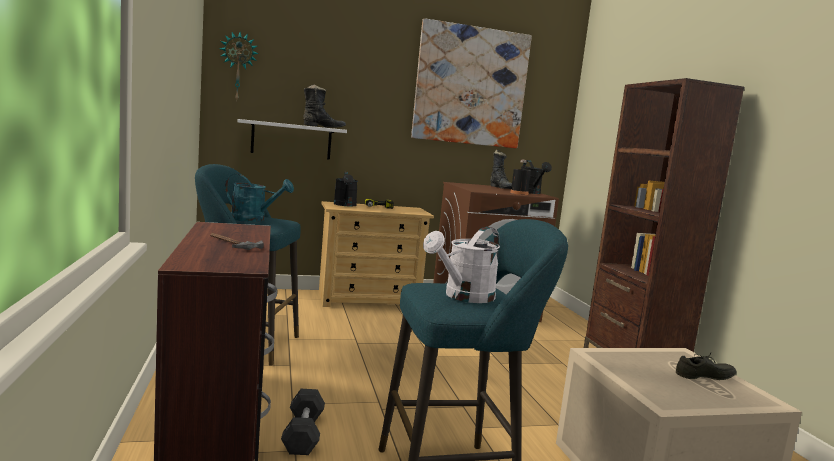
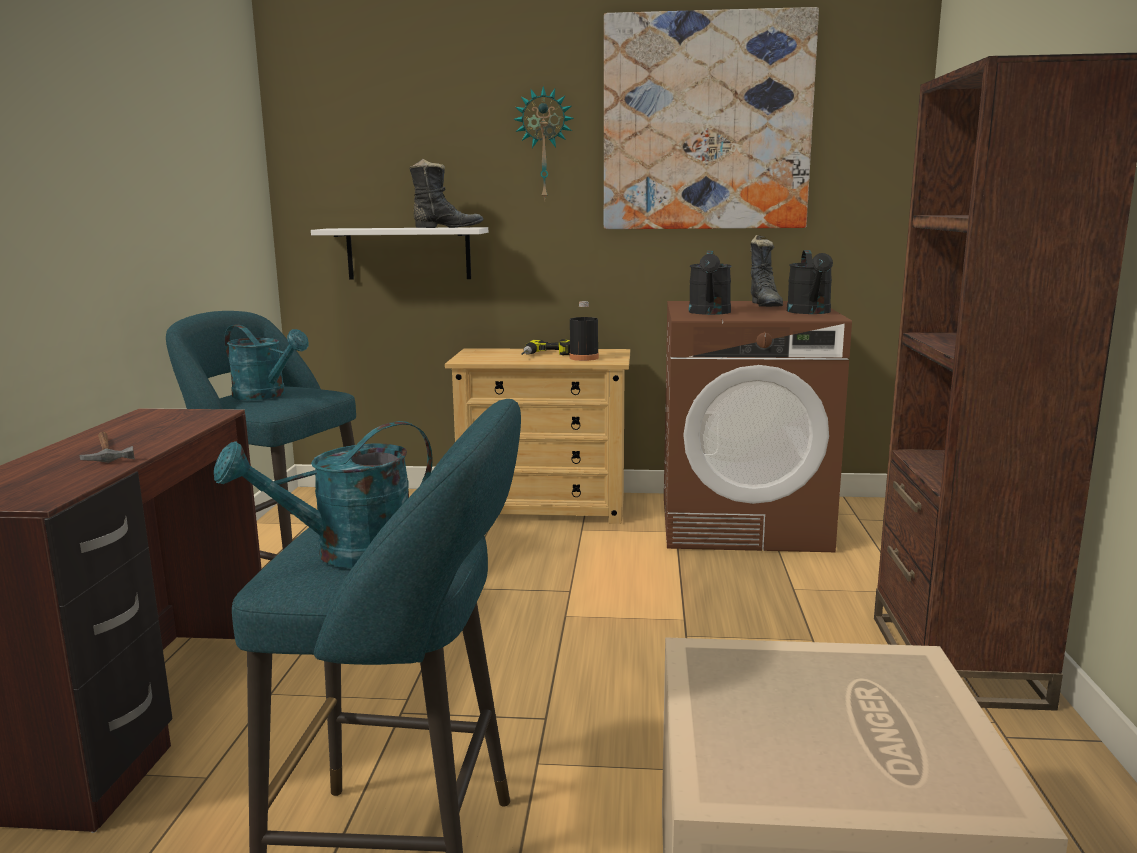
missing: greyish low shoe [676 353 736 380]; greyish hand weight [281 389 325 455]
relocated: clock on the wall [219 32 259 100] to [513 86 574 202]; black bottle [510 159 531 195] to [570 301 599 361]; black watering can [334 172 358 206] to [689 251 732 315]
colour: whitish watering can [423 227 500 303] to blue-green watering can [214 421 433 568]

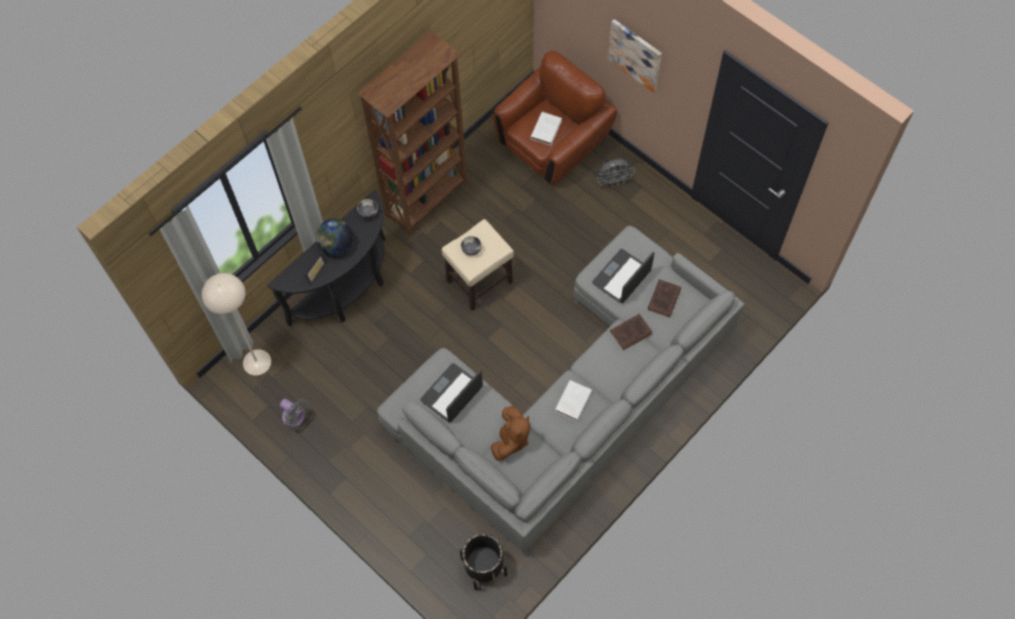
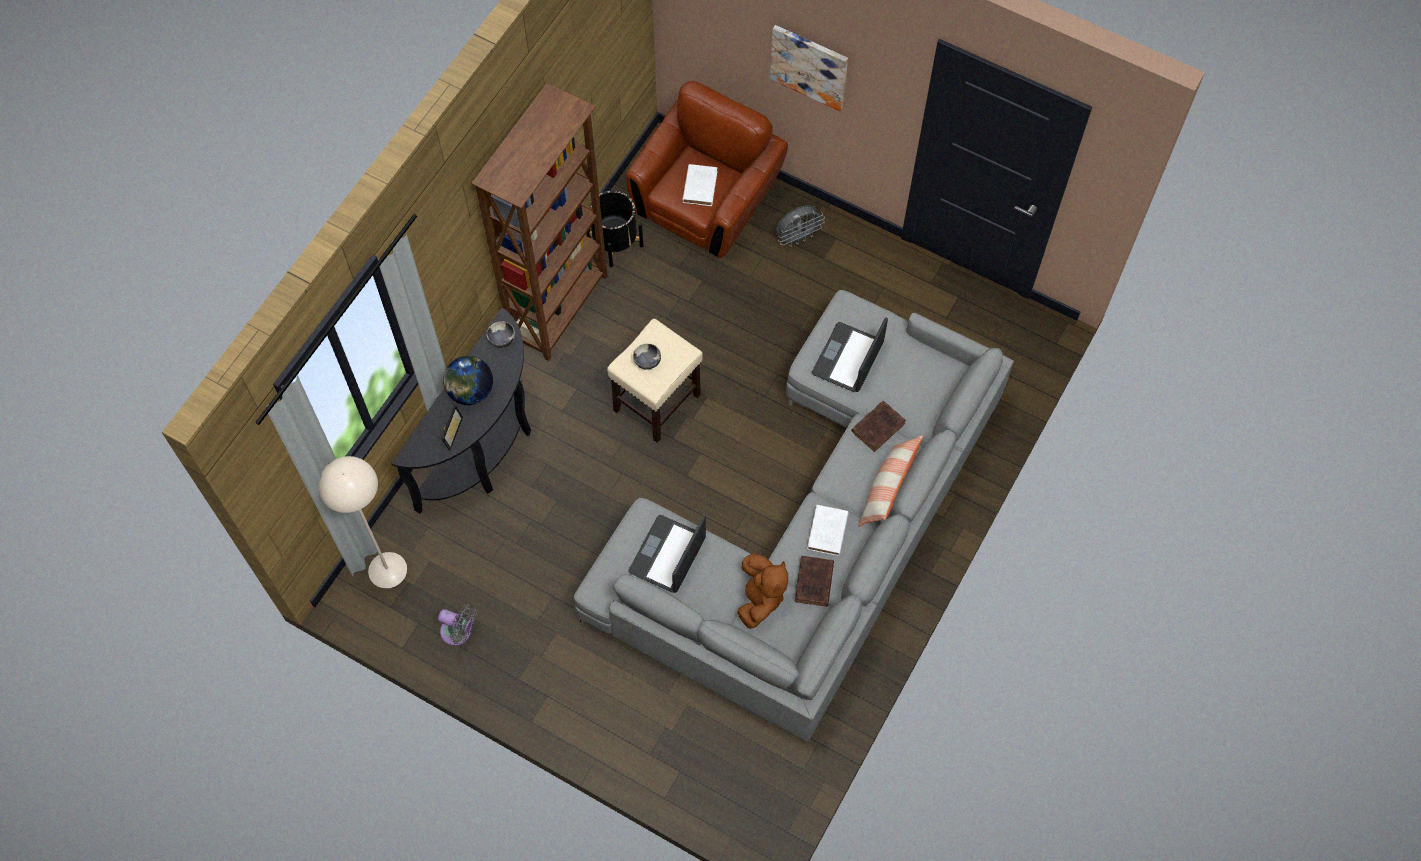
appeared: pillow [858 435 923 527]
relocated: brown-coloured book [647 279 681 317] to [795 556 834 607]; black flower pot [460 534 507 590] to [586 191 643 267]

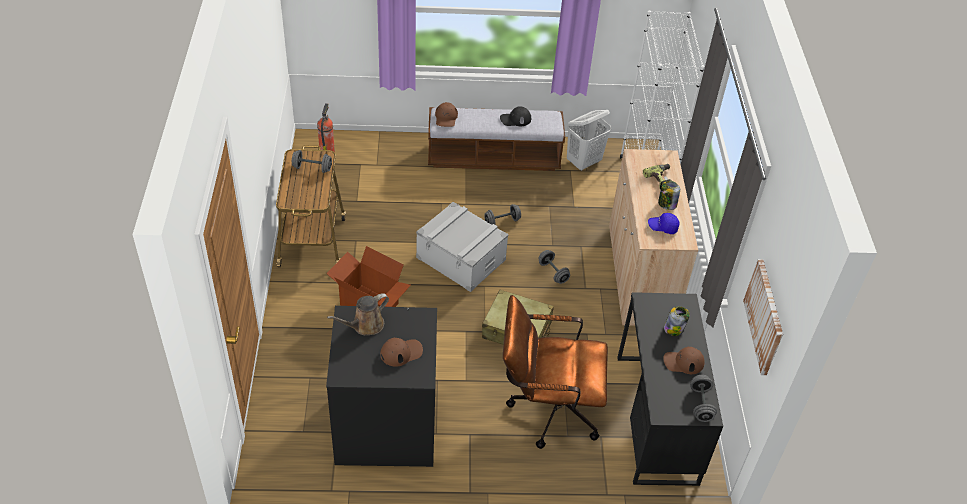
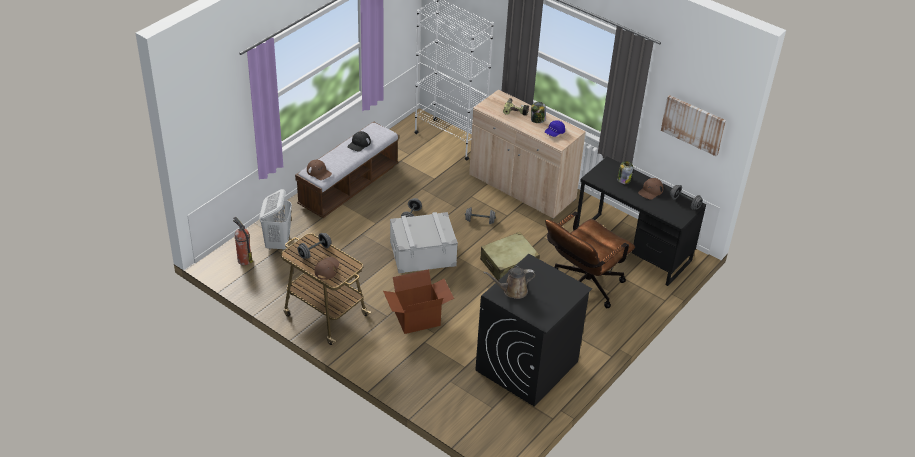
relocated: whitish laundry basket [567 110 611 171] to [259 189 292 250]; brown-coloured cap [380 338 423 367] to [314 257 339 280]
spun: brown-coloured watering can [327 293 389 335] = [483 267 535 299] 75 degrees clockwise

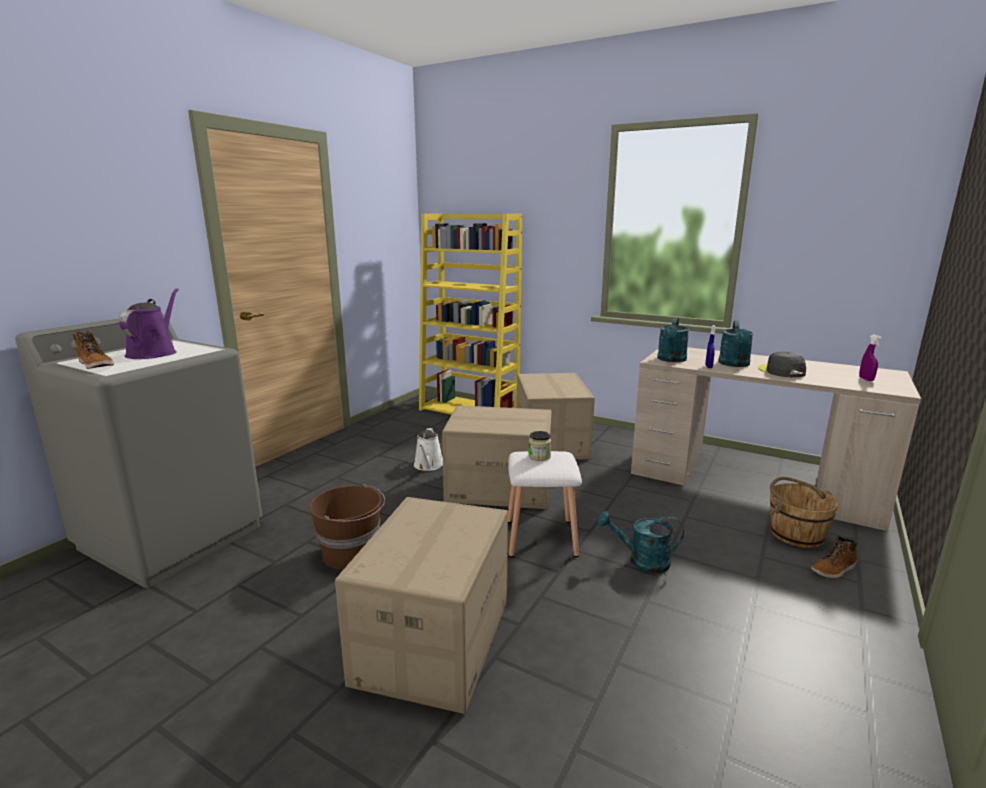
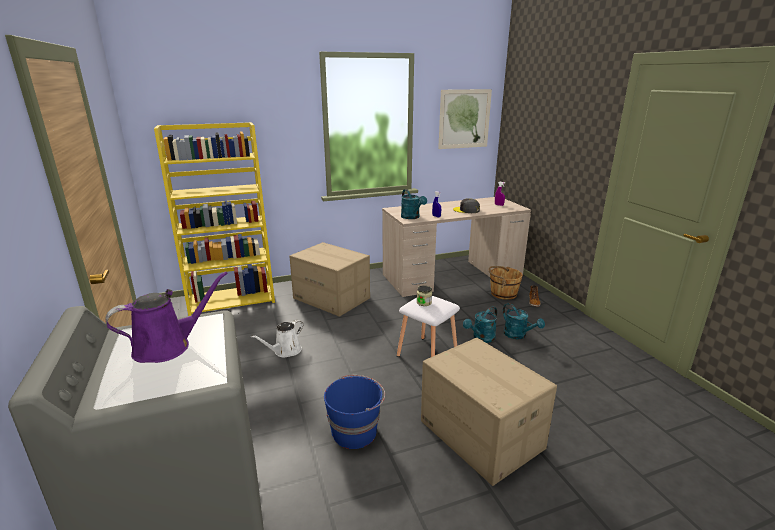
missing: tall boot [73 330 114 369]; packing box [442 405 552 509]
appeared: wall picture [438 89 492 149]
relocated: blue-green watering can [718 320 753 367] to [503 303 545 339]
colour: brown-coloured pail [309 484 385 569] to blue pail [324 375 385 449]
spun: purple-coloured watering can [119 288 179 359] = [105 272 228 363] 105 degrees clockwise; whitish watering can [414 428 443 471] = [251 320 303 358] 90 degrees clockwise

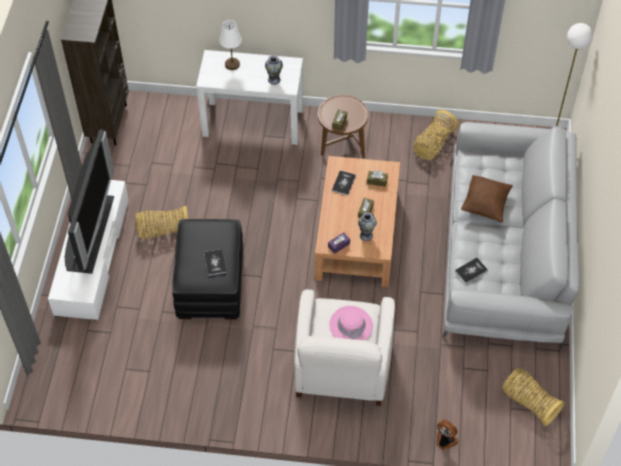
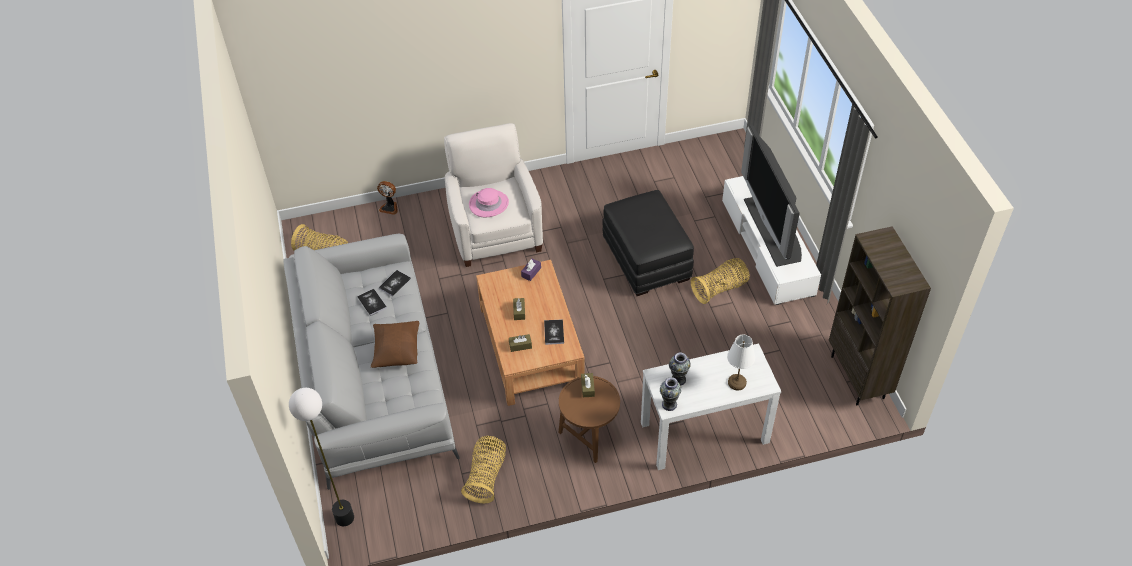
relocated: flower vase [358 212 377 241] to [660 377 681 411]; book [204 249 226 276] to [357 289 387 316]

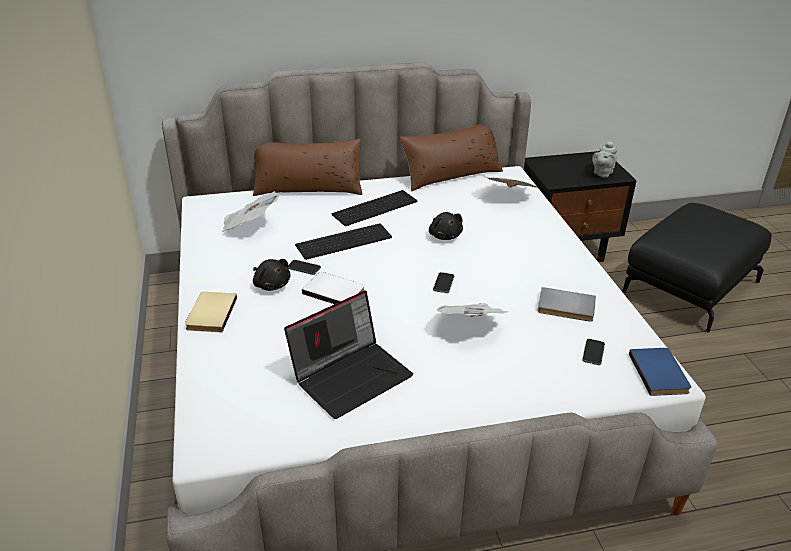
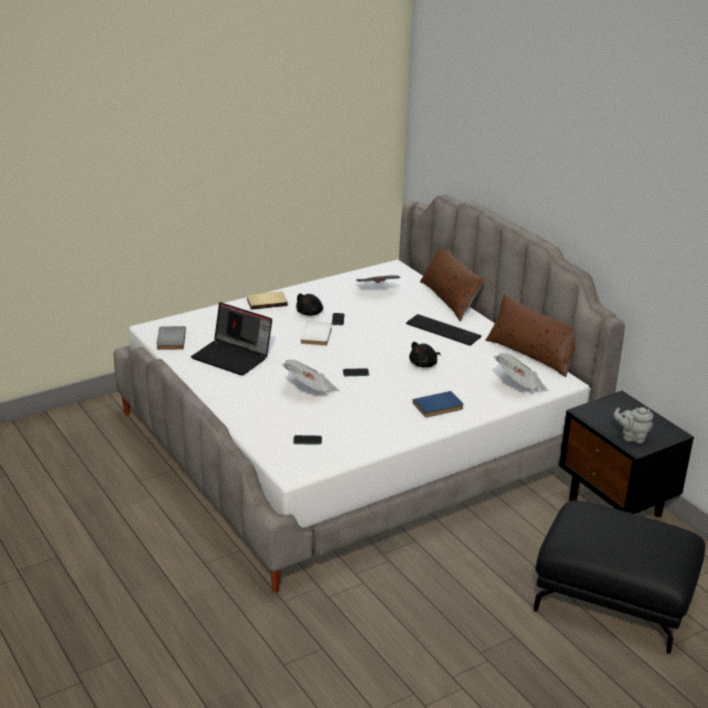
missing: computer keyboard [295 223 392 260]
relocated: greyish book [538 287 596 322] to [157 326 186 350]; blue book [629 348 691 396] to [413 391 464 417]

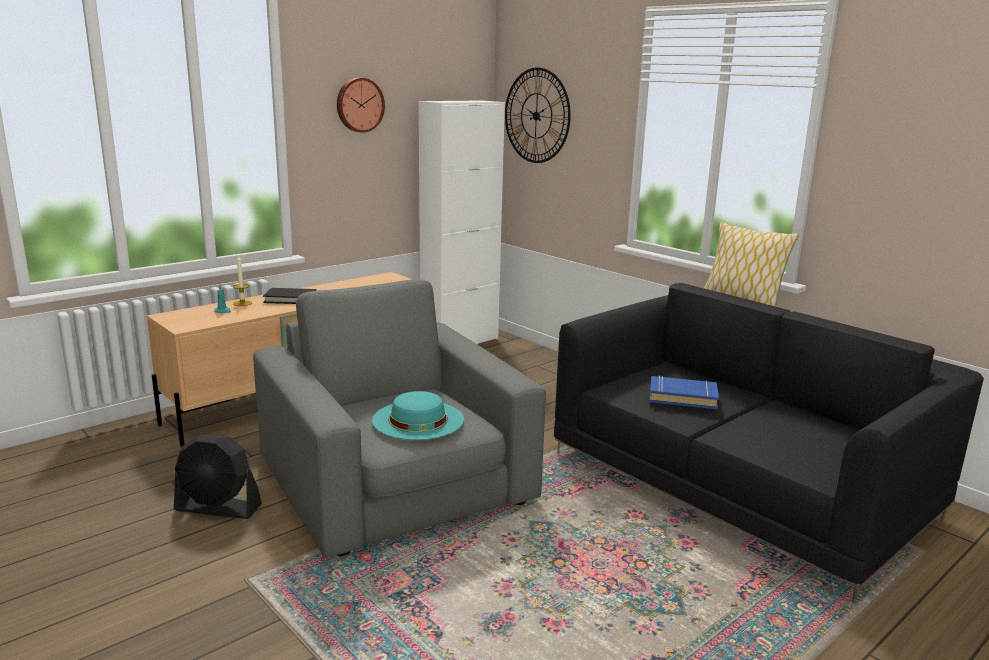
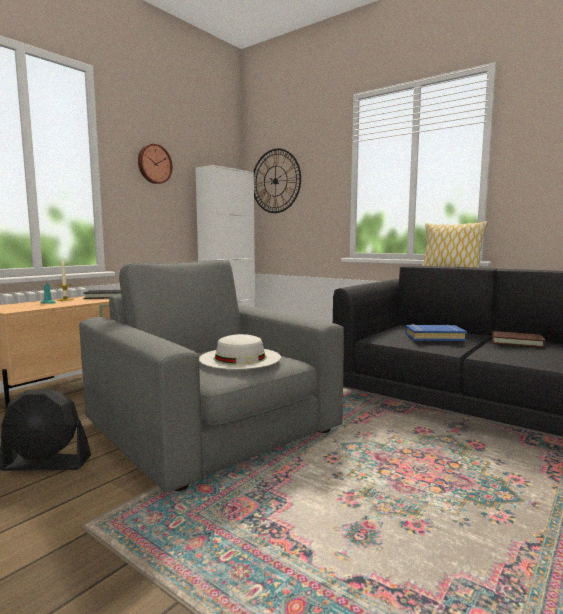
appeared: brown-coloured book [492 331 546 348]
colour: blue-green clothing hat [372 391 464 440] to whitish clothing hat [199 334 281 369]

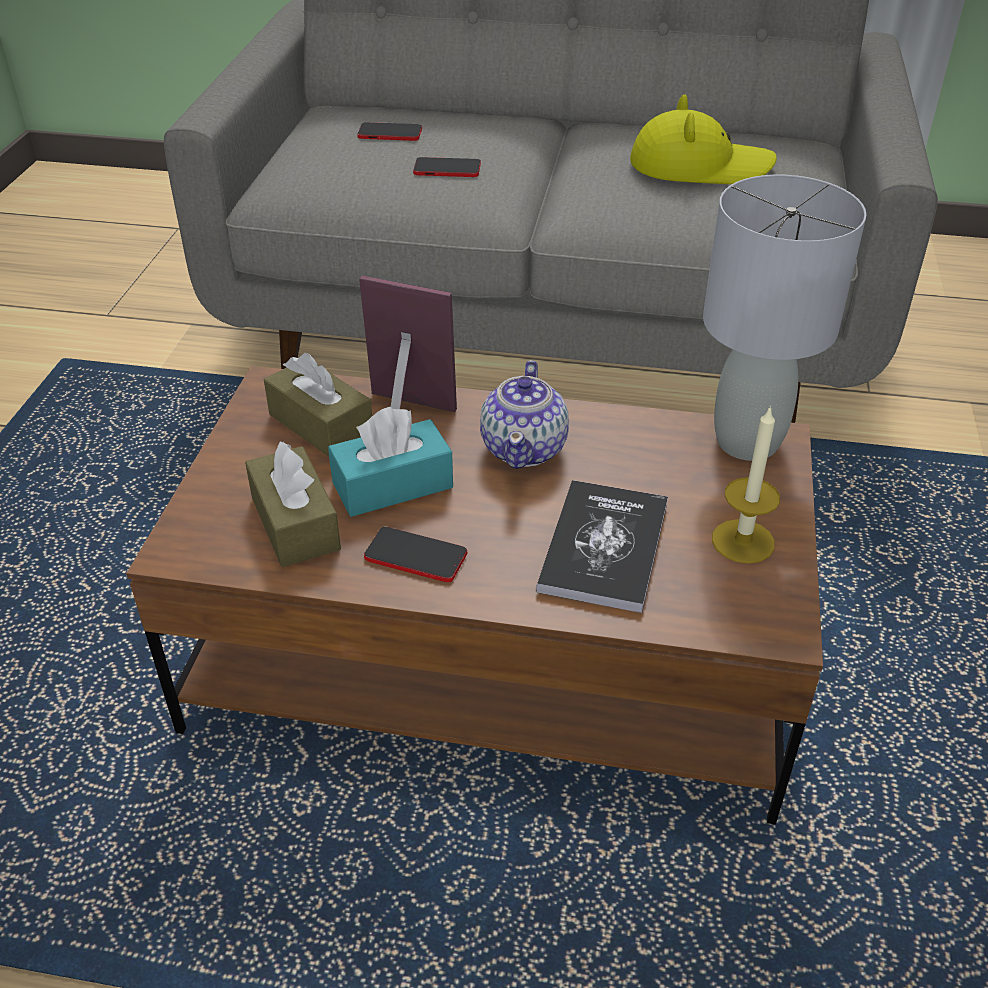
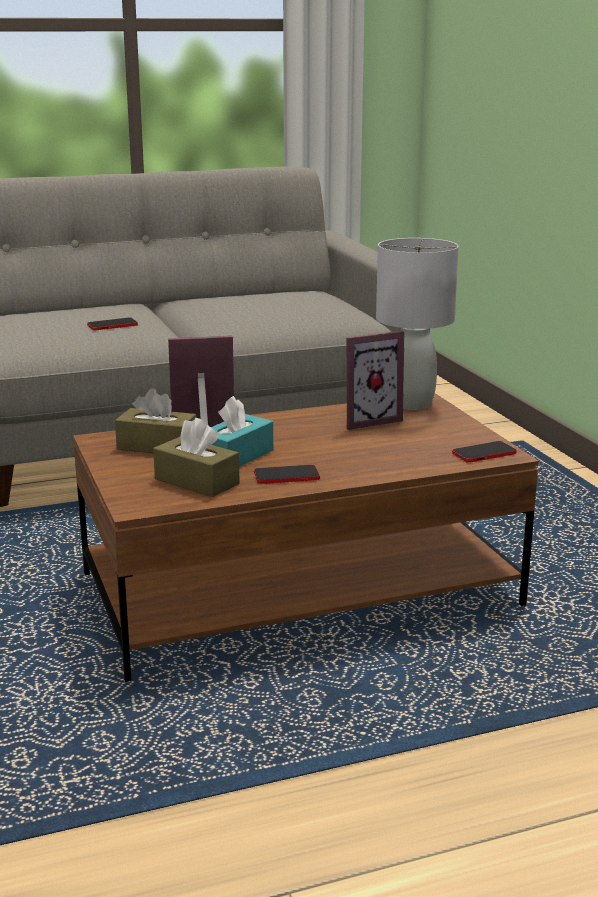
missing: yellow clothing hat [630 94 777 184]; tea pot [480 360 569 469]; wax light [712 405 780 564]; book [536 480 668 613]
appeared: picture frame [347 331 404 430]
relocated: phone [357 122 422 141] to [452 441 517 463]

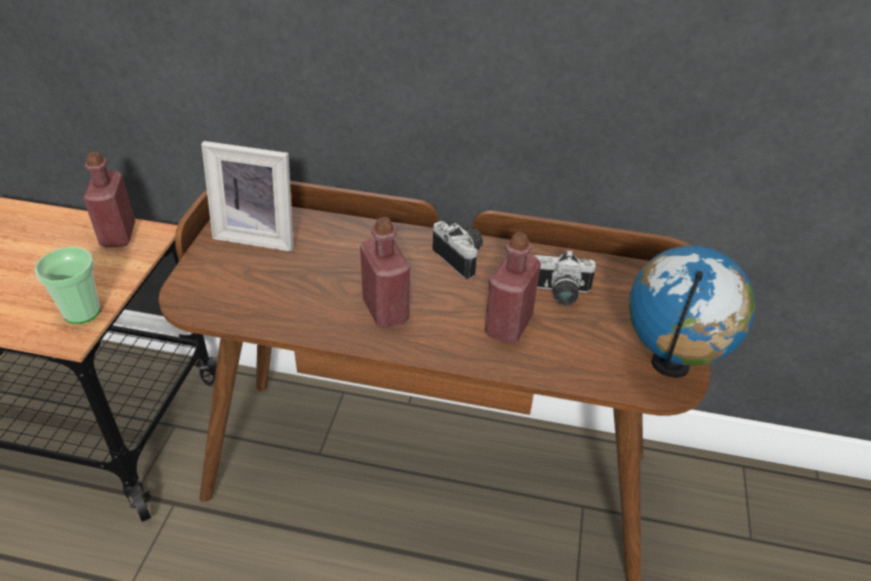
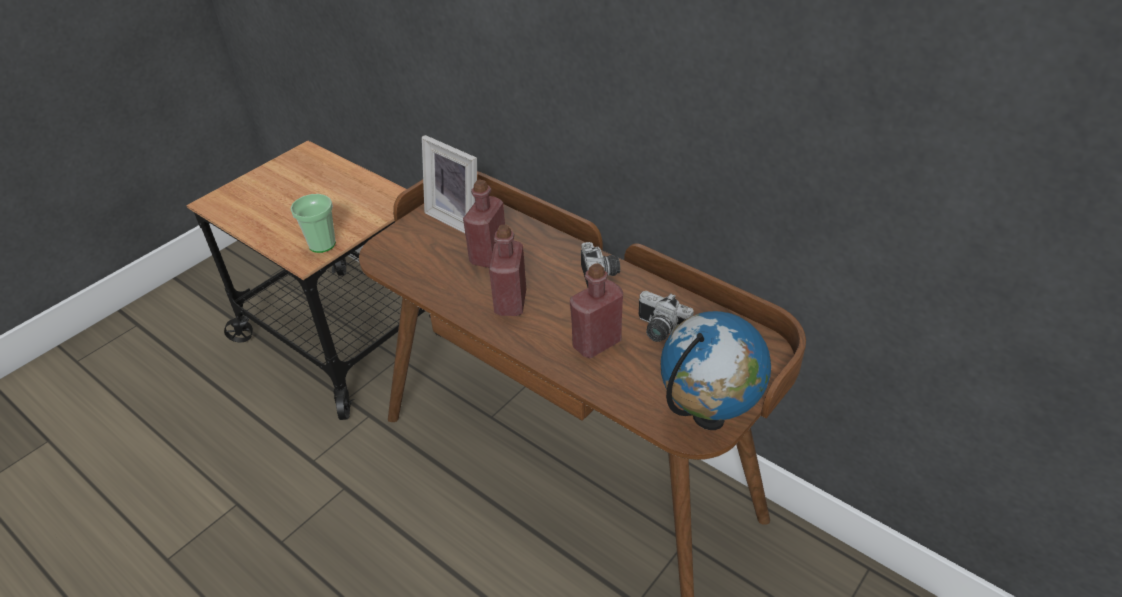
relocated: reddish bottle [83 152 135 247] to [463 179 505 268]

